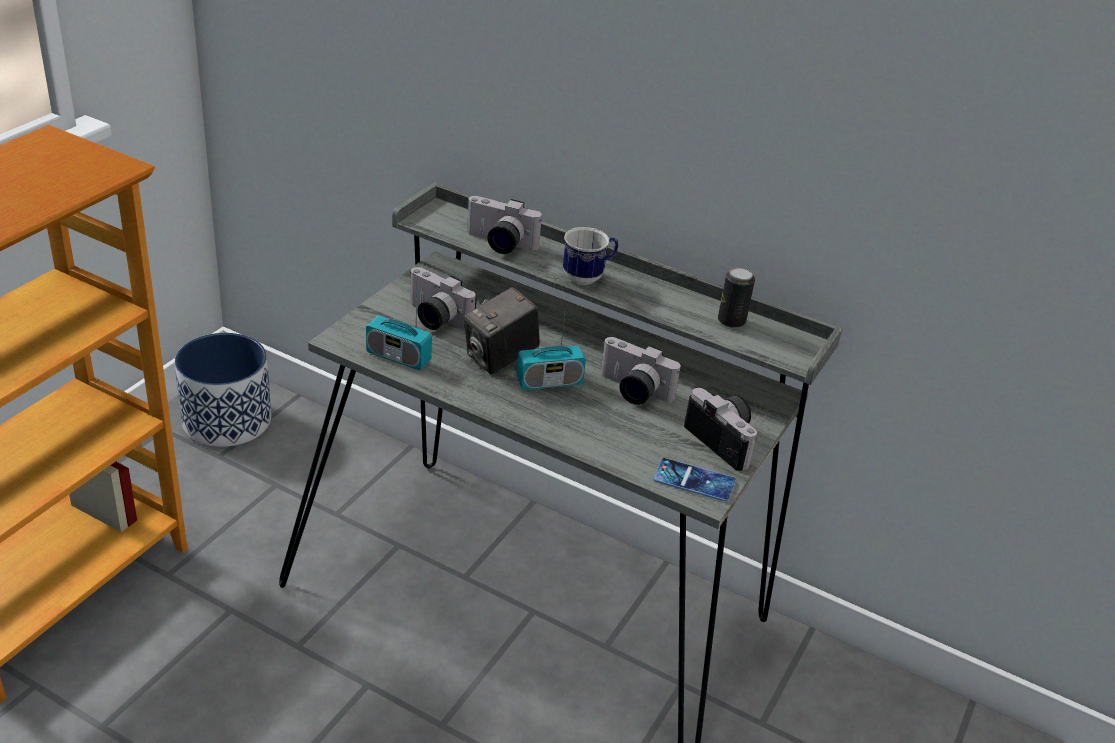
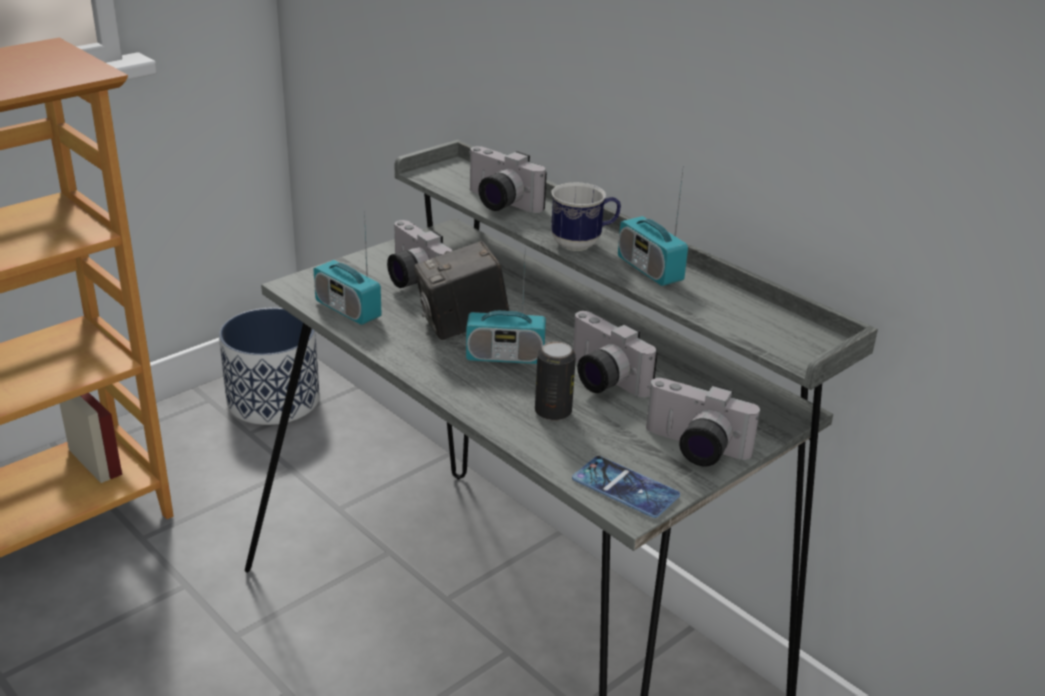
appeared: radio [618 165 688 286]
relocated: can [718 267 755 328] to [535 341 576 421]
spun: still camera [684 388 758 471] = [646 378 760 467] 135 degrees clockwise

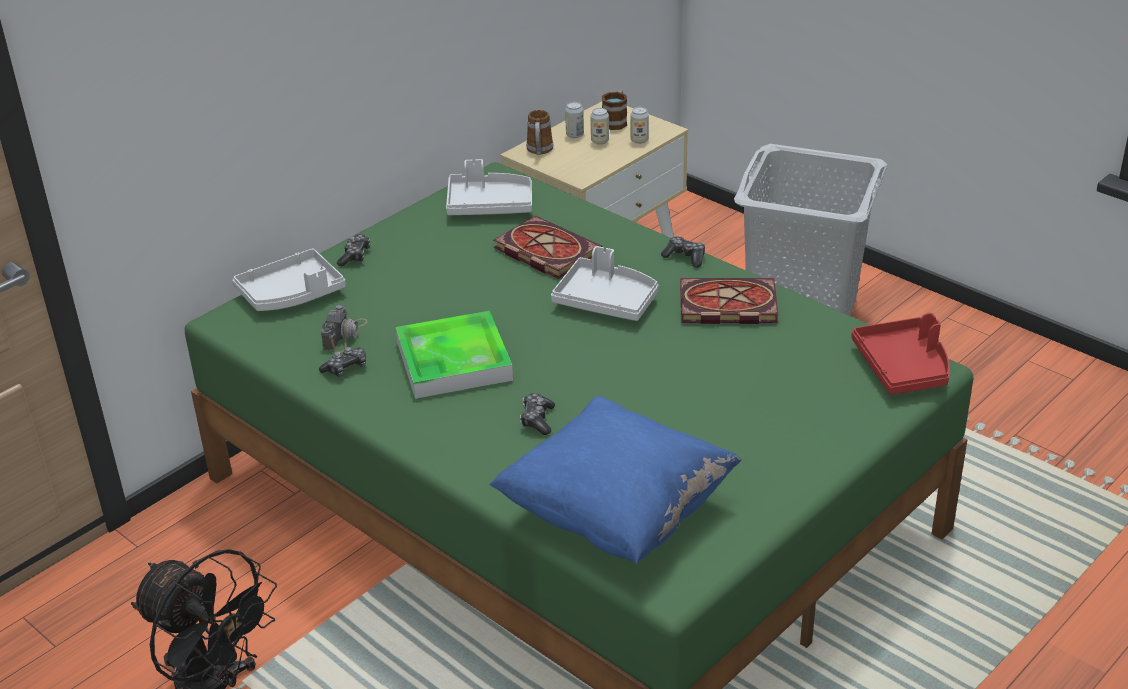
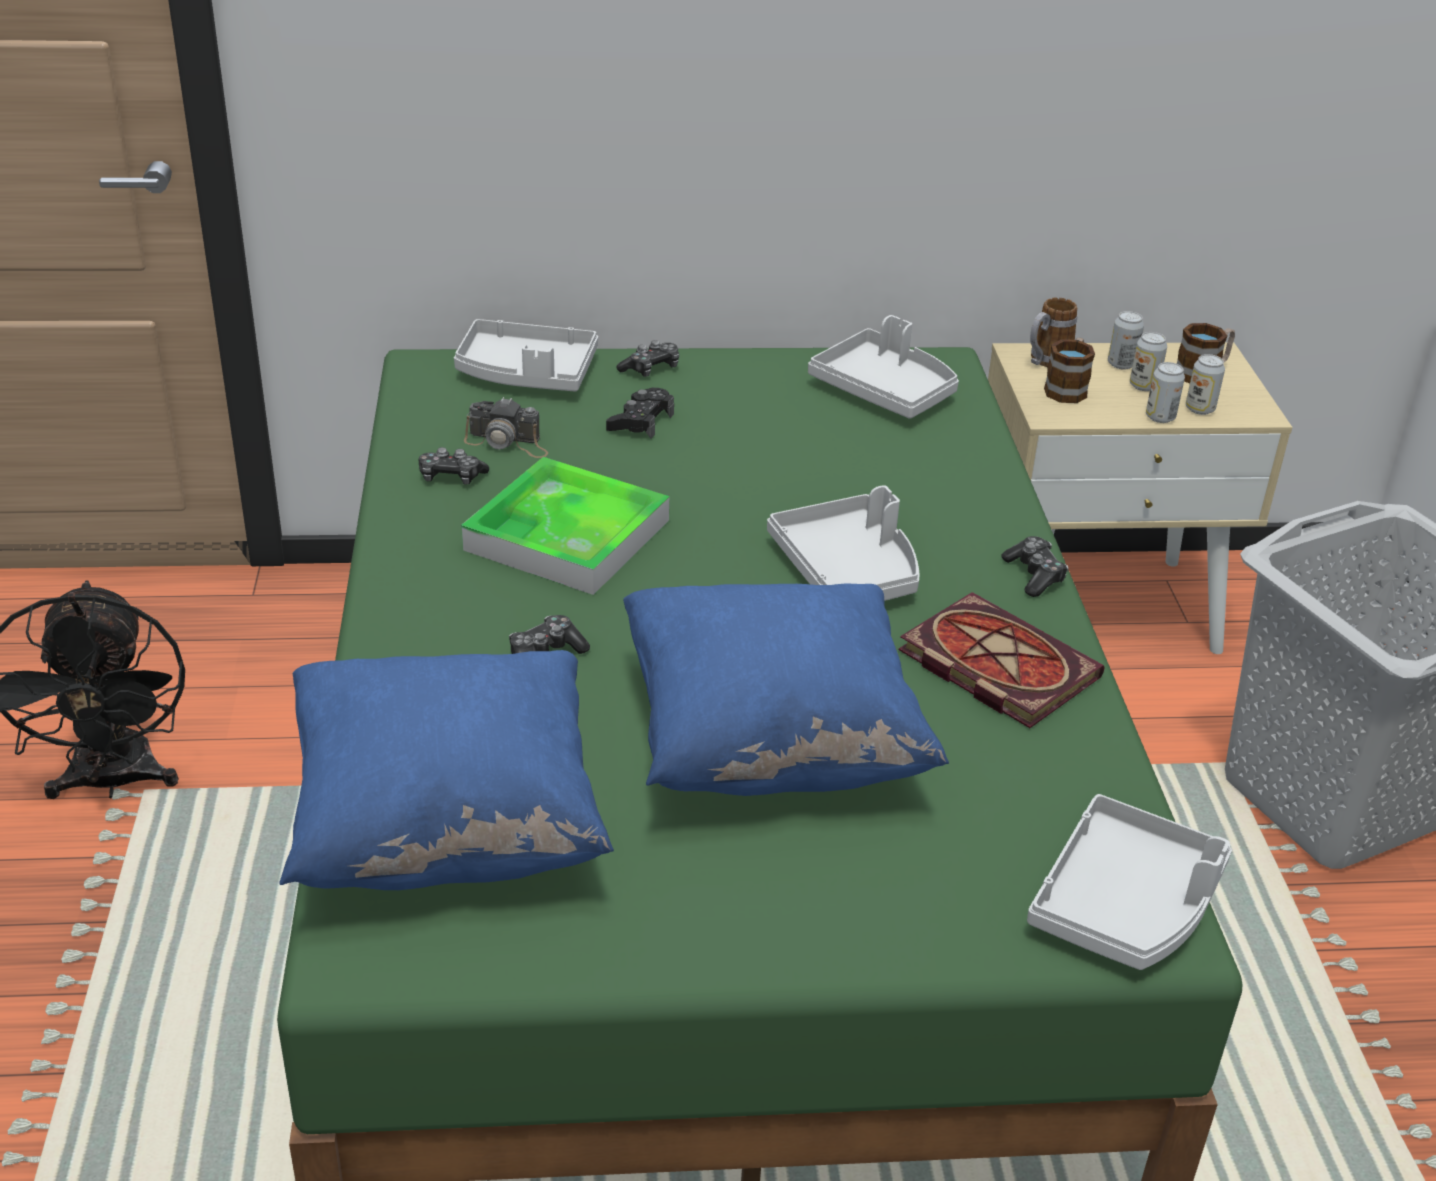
missing: book [494 216 602 279]
appeared: tea mug [1044 338 1095 403]; can [1146 362 1185 423]; black gamepad [606 387 674 438]; blue pillow [623 583 949 796]
colour: reddish carrying tray [851 313 950 395] to greyish carrying tray [1027 794 1232 970]
spun: still camera [321 305 367 352] = [464 397 548 458] 45 degrees clockwise

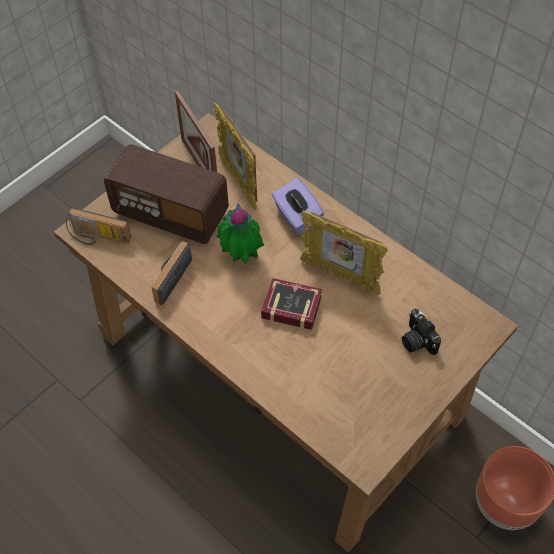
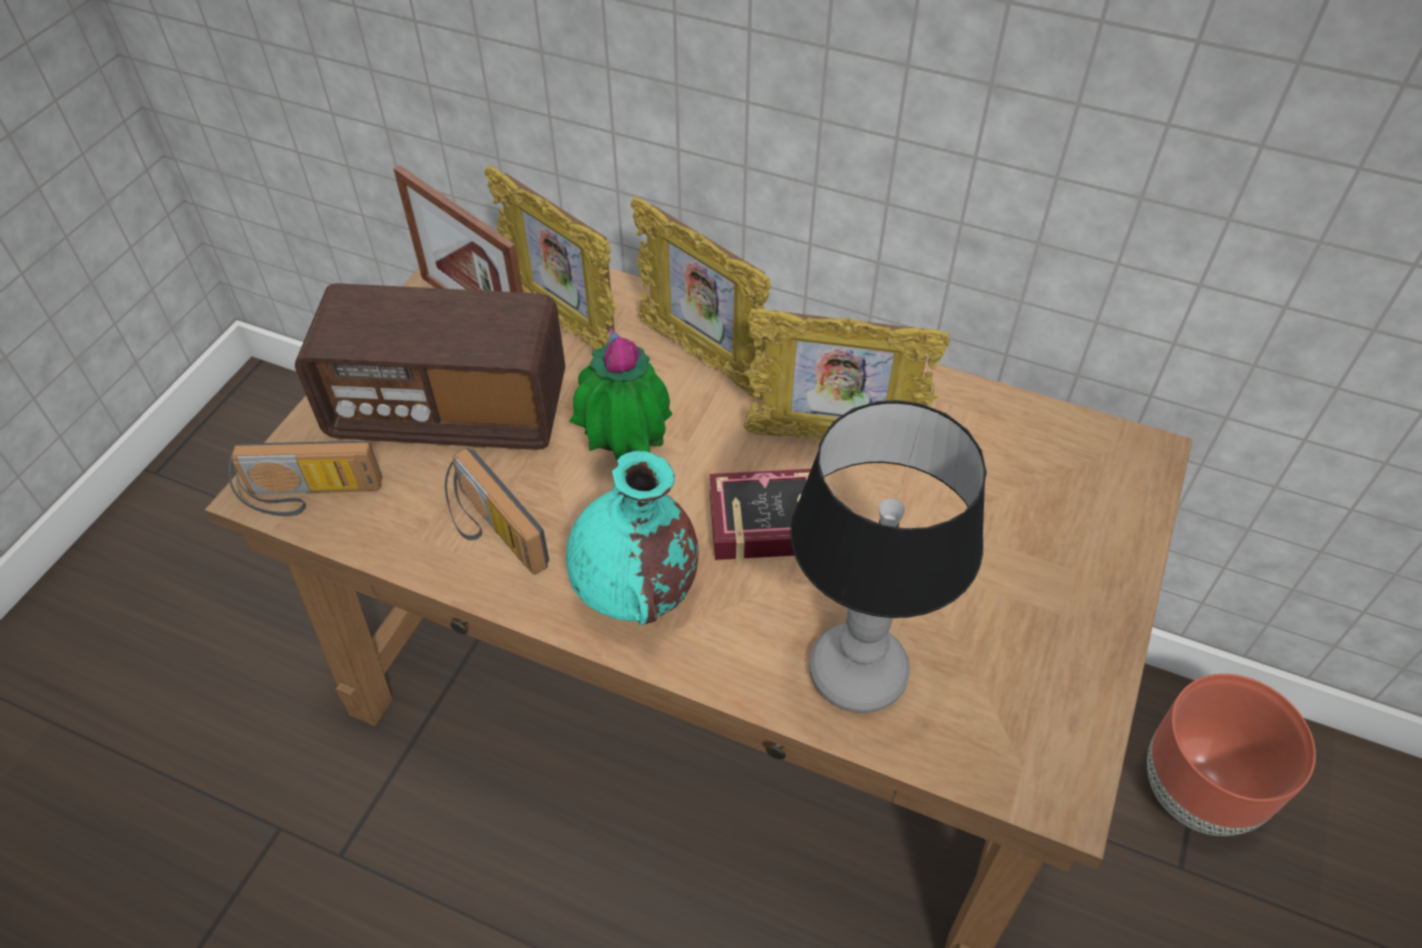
missing: still camera [402 309 441 355]
appeared: tabletop lamp [790 400 987 713]; blue-green flower vase [566 451 698 625]
exchanged: purple-coloured tissue holder [272 178 324 235] to picture frame [631 196 771 400]
spun: radio [152 241 192 305] = [445 448 549 575] 45 degrees counterclockwise

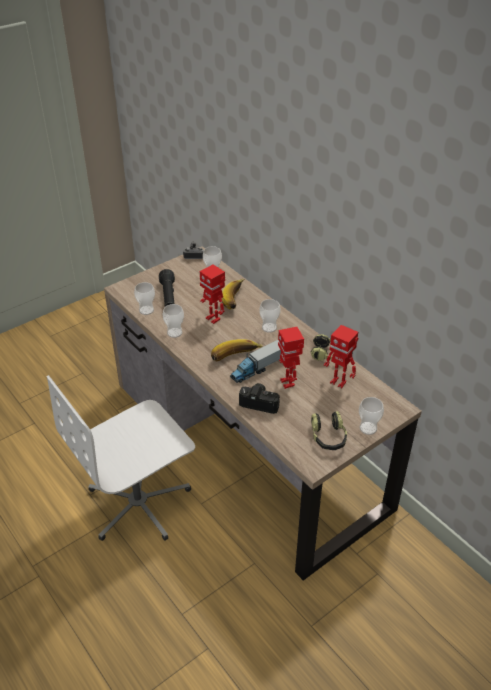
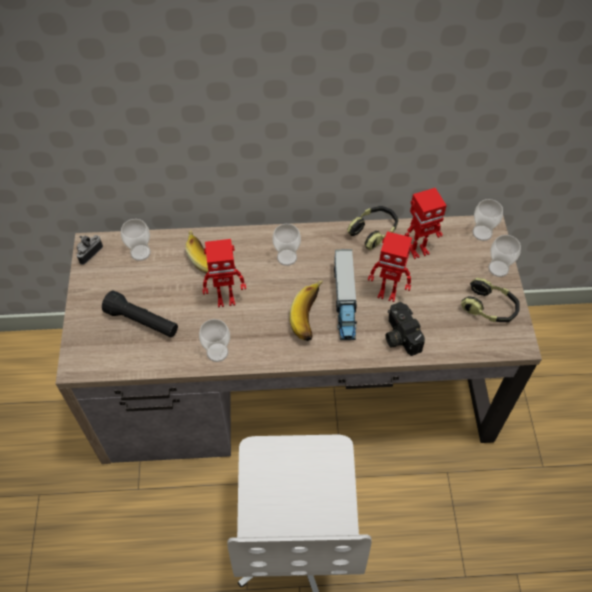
relocated: cup [134 282 155 315] to [472 199 503 241]
spun: still camera [239 383 280 414] = [385 302 425 356] 75 degrees counterclockwise

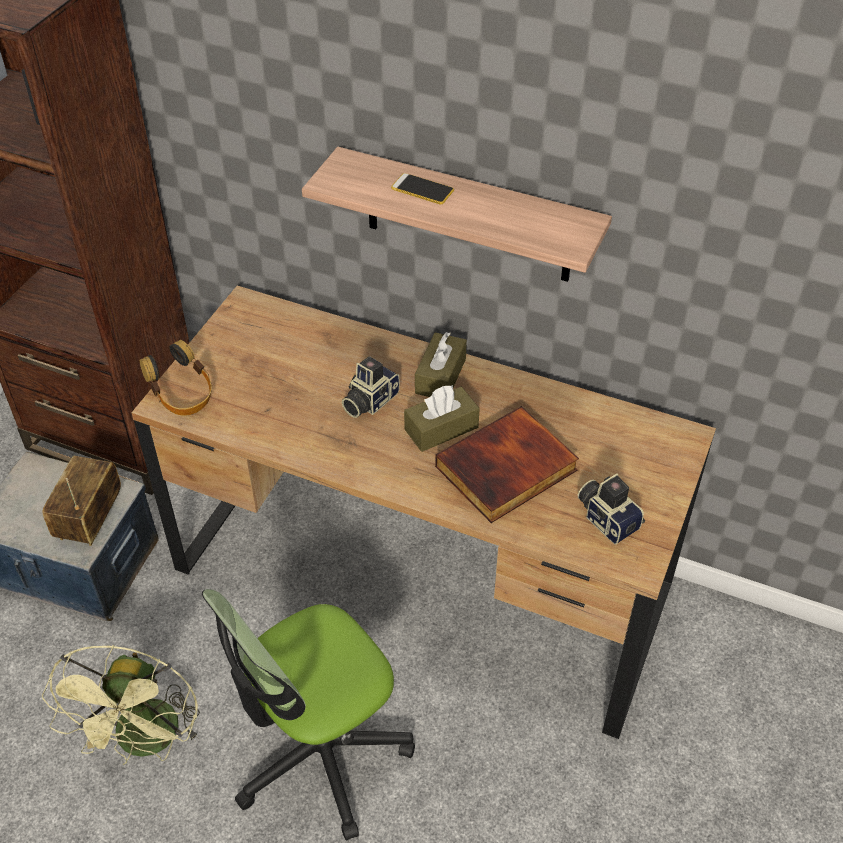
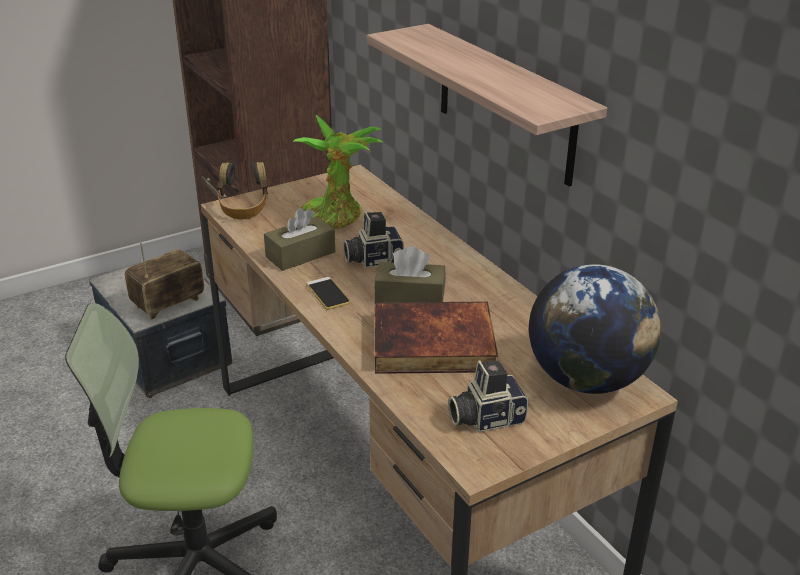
missing: greenish electric fan [42 645 200 765]
appeared: plant in a pot [293 115 382 229]; world globe [529 264 661 394]
relocated: phone [391 173 454 204] to [306 277 351 310]; brown-coloured tissue holder [415 332 467 397] to [264 208 335 271]
spun: still camera [578 473 645 545] = [448 360 528 432] 105 degrees counterclockwise

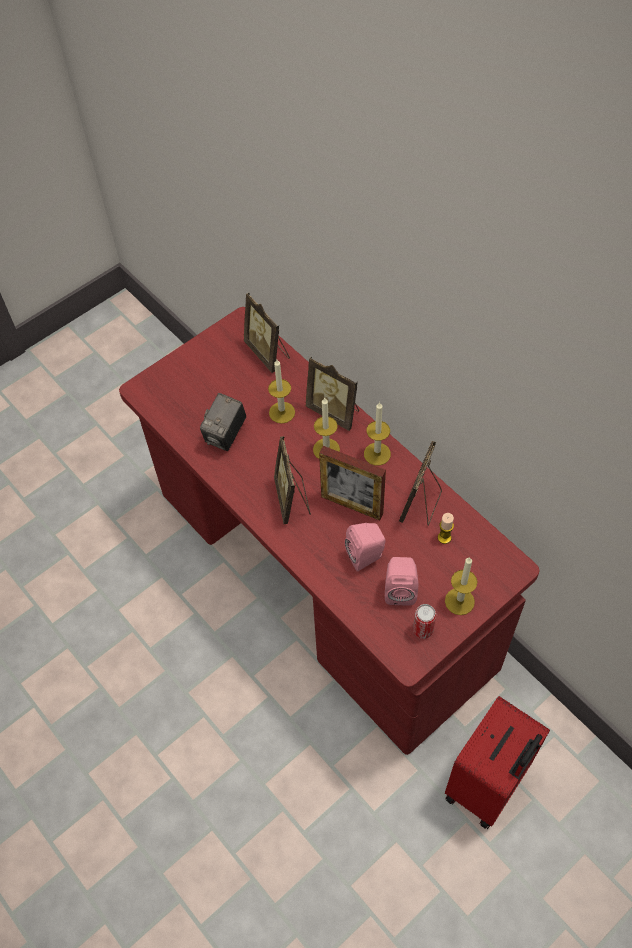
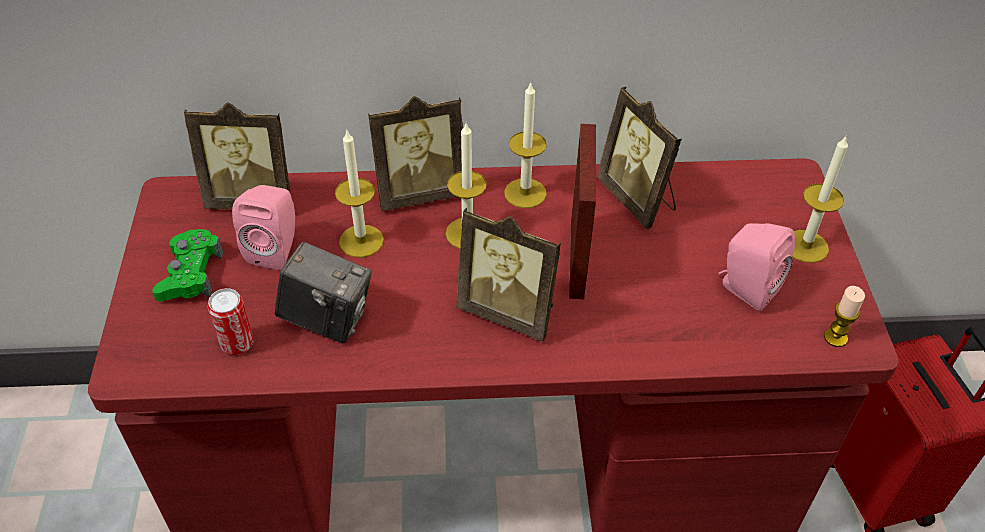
appeared: greenish gamepad [152 229 223 301]
relocated: wax light [438 513 454 544] to [824 286 865 347]; pink loudspeaker [345 523 386 572] to [232 185 295 270]; can [413 604 436 639] to [208 288 254 355]
spun: still camera [200 393 246 451] = [275 242 372 344] 45 degrees counterclockwise; picture frame [319 446 386 521] = [569 124 596 299] 60 degrees counterclockwise

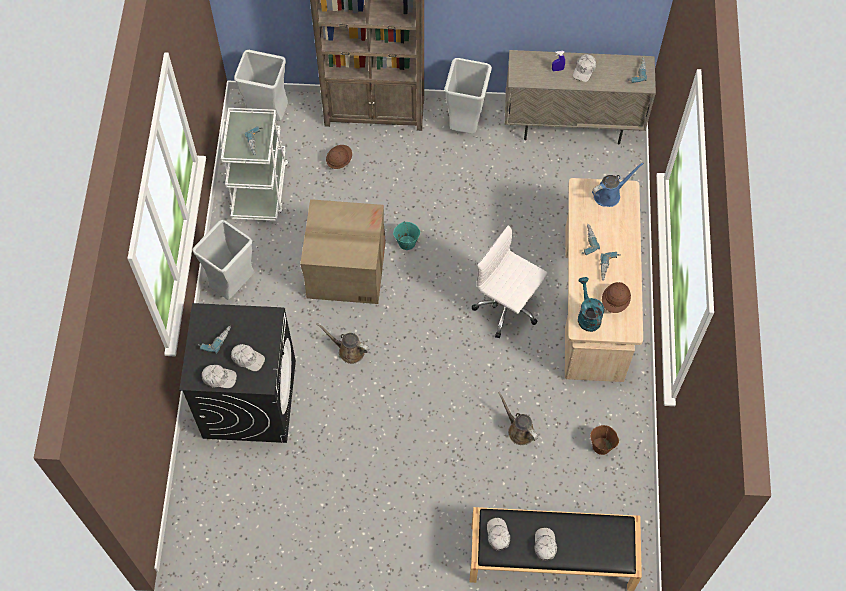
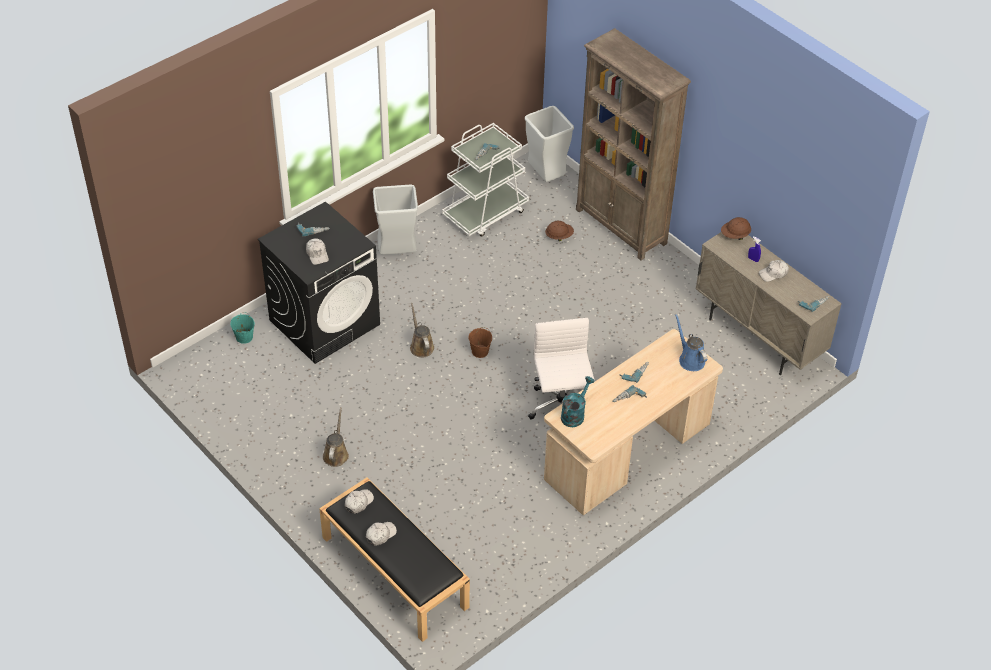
missing: greyish waste bin [444 58 492 134]; packing box [300 199 386 304]; whitish cap [202 365 237 388]
relocated: blue-green pail [393 221 420 250] to [230 312 255 344]; brown-coloured work helmet [602 282 631 313] to [721 217 751 240]; brown-coloured watering can [498 392 538 445] to [323 407 349 467]; brown-coloured pail [590 425 619 455] to [468 327 492 358]
spun: blue watering can [592 162 644 207] = [675 314 707 371] 135 degrees counterclockwise

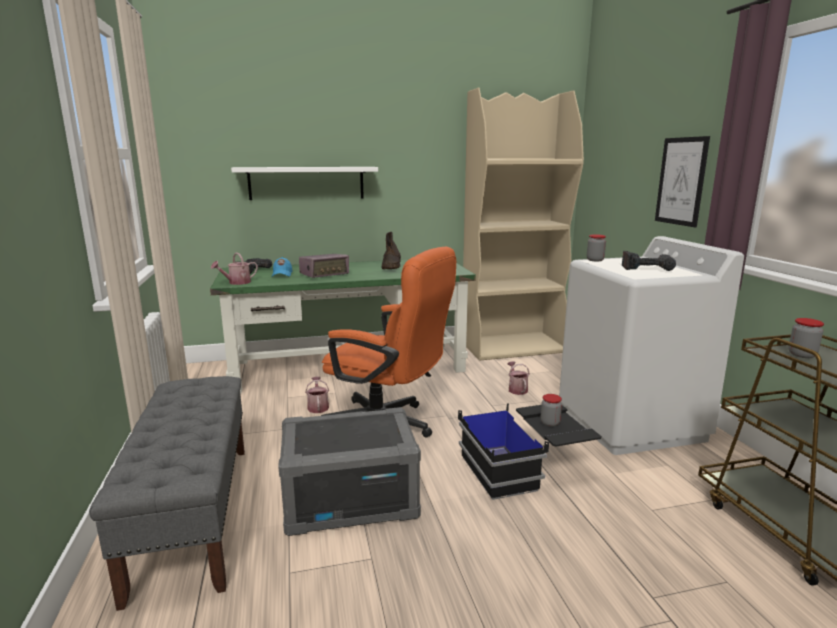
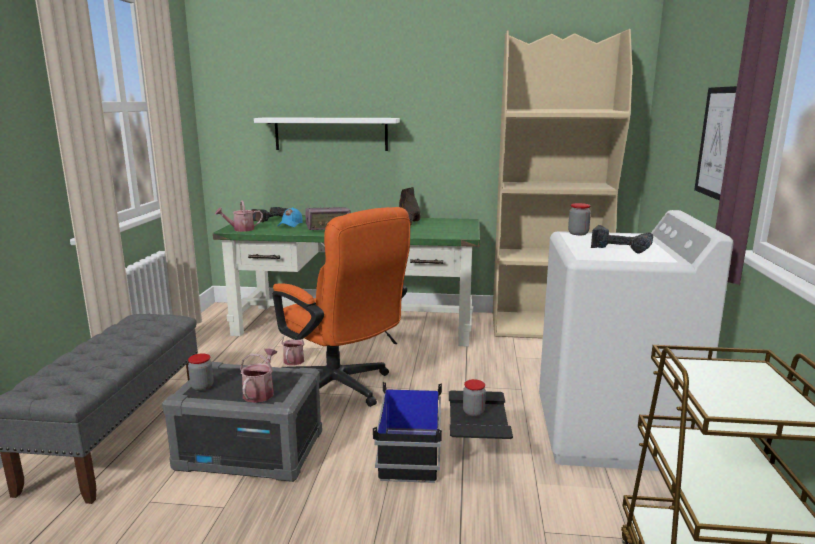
relocated: storage jar [789 318 824 358] to [188 353 214 391]; watering can [507 361 530 395] to [240 348 277 403]

